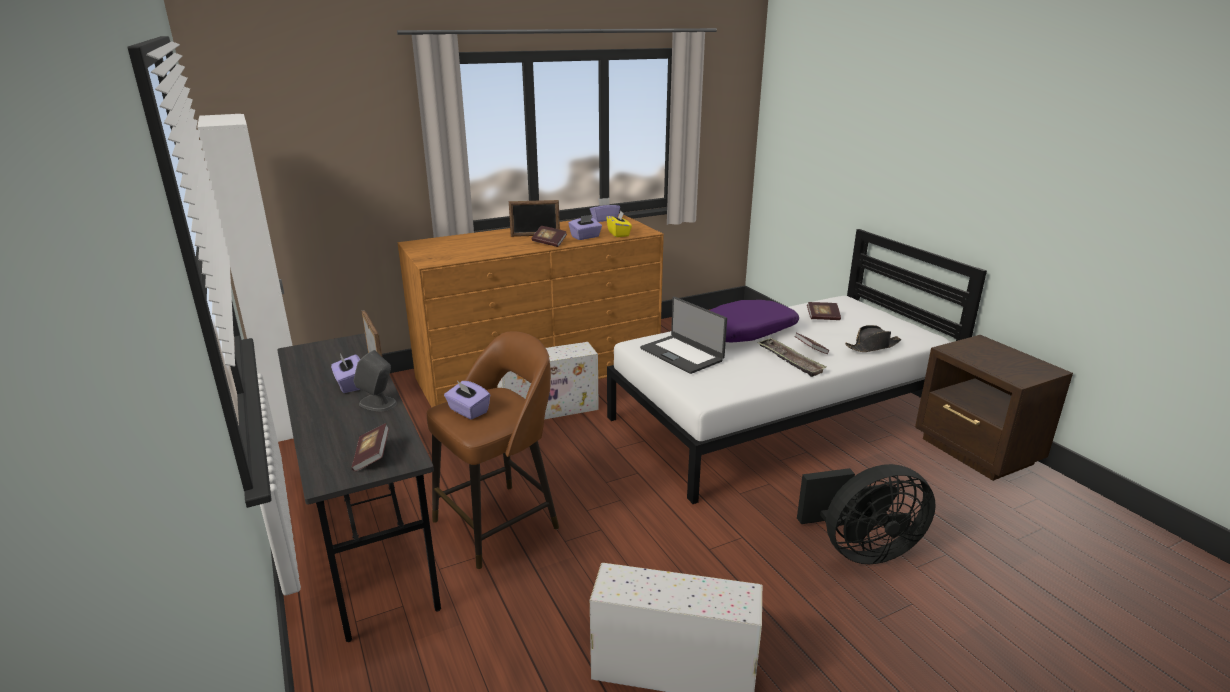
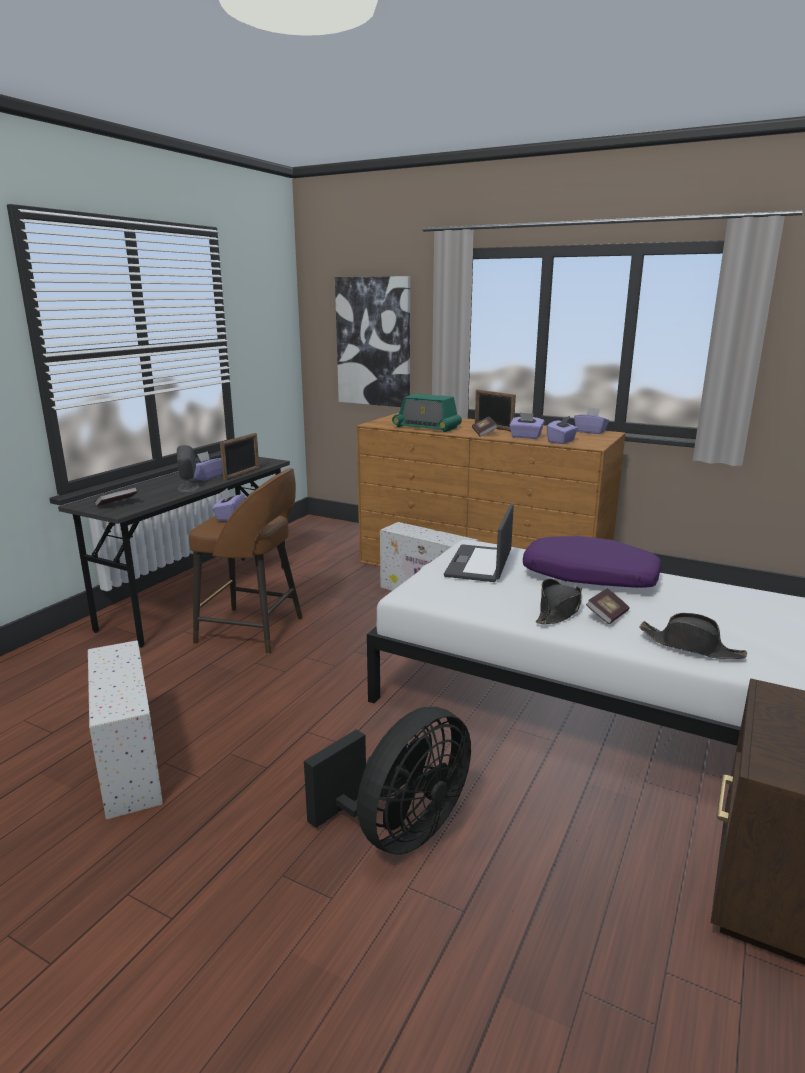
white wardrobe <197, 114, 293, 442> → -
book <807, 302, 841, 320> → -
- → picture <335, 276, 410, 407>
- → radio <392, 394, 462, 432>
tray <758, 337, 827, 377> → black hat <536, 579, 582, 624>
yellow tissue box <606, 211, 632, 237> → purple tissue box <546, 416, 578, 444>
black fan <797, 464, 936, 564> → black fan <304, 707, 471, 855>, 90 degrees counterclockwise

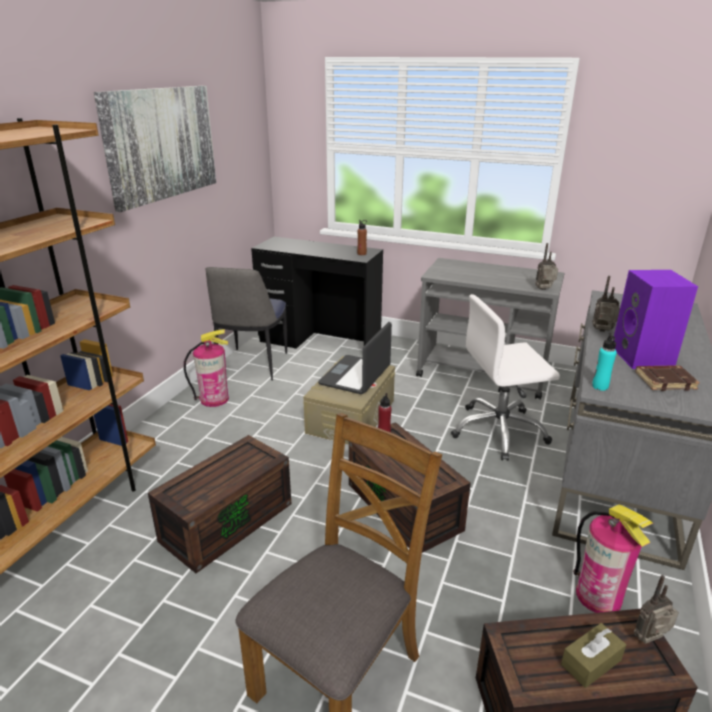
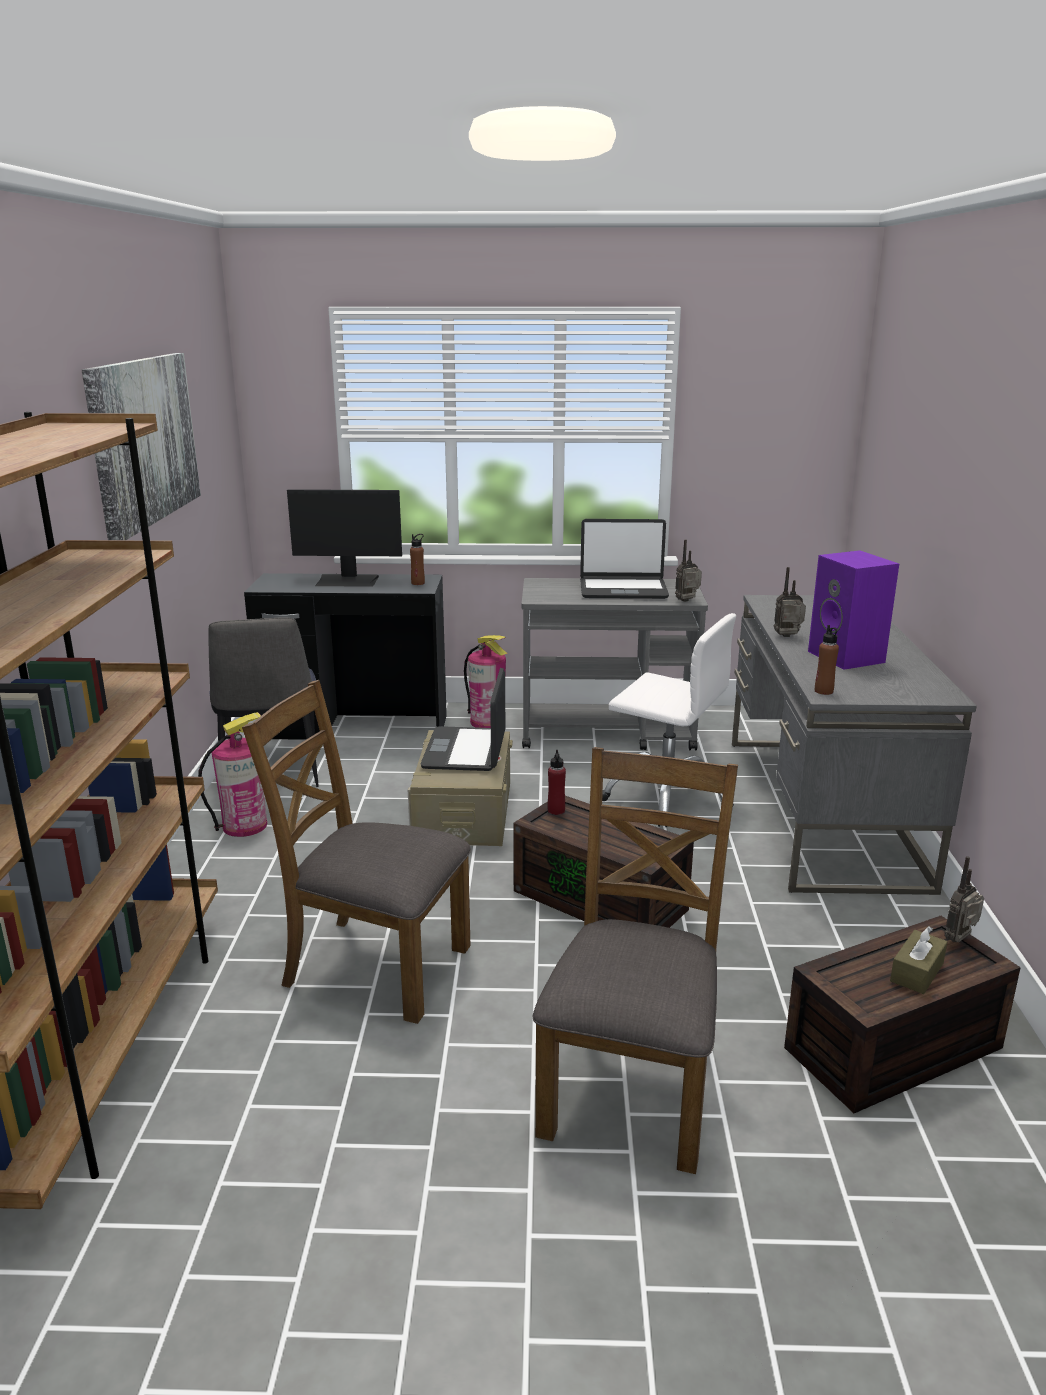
brown book <635, 366, 700, 391> → -
- → monitor <287, 489, 402, 587>
- → laptop <580, 519, 669, 599>
fire extinguisher <573, 504, 653, 613> → fire extinguisher <464, 635, 508, 728>, move
brown storage box <148, 435, 291, 573> → brown chair <242, 680, 471, 1024>
turquoise bottle <592, 333, 617, 391> → brown bottle <815, 625, 839, 695>
white office chair <451, 294, 560, 461> → white office chair <602, 613, 736, 827>, 120 degrees counterclockwise

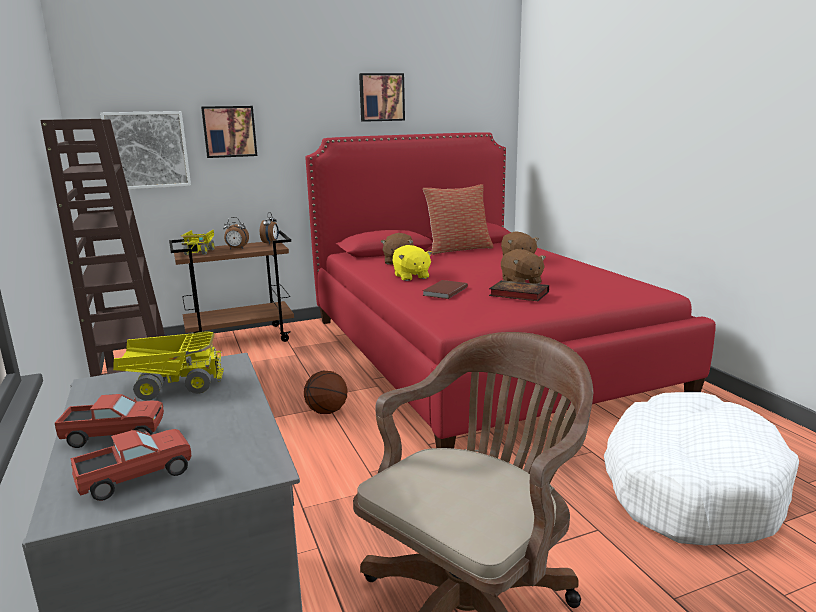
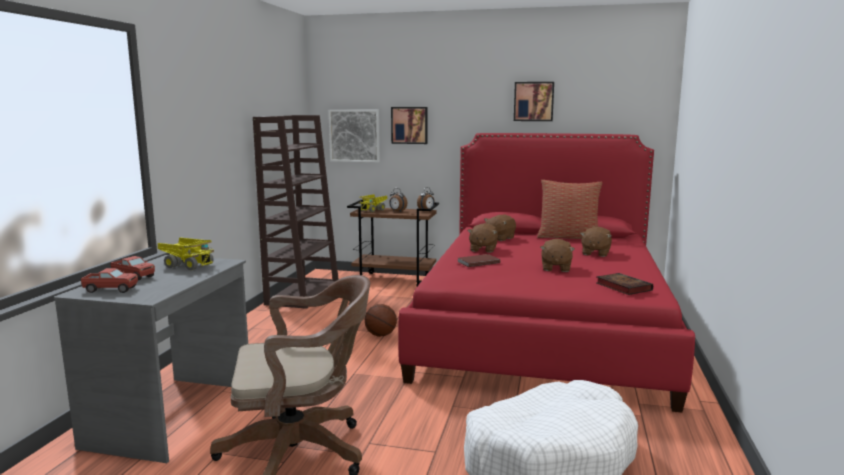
book <489, 280, 549, 301> → book <597, 273, 653, 295>, move
yellow plush toy <392, 245, 432, 281> → brown plush toy <467, 223, 498, 253>

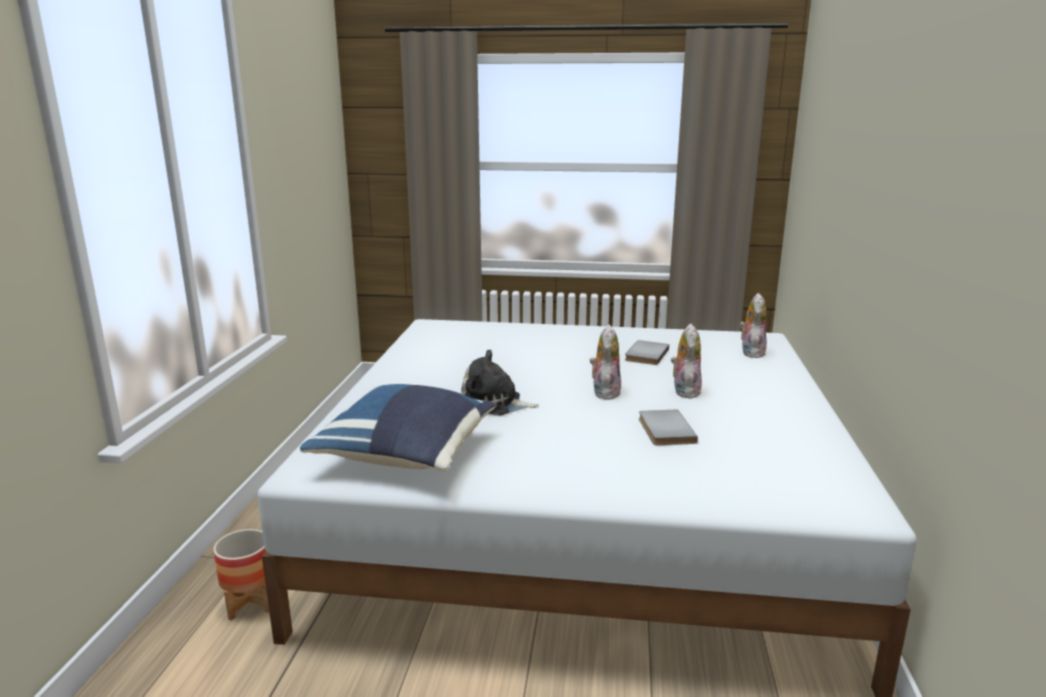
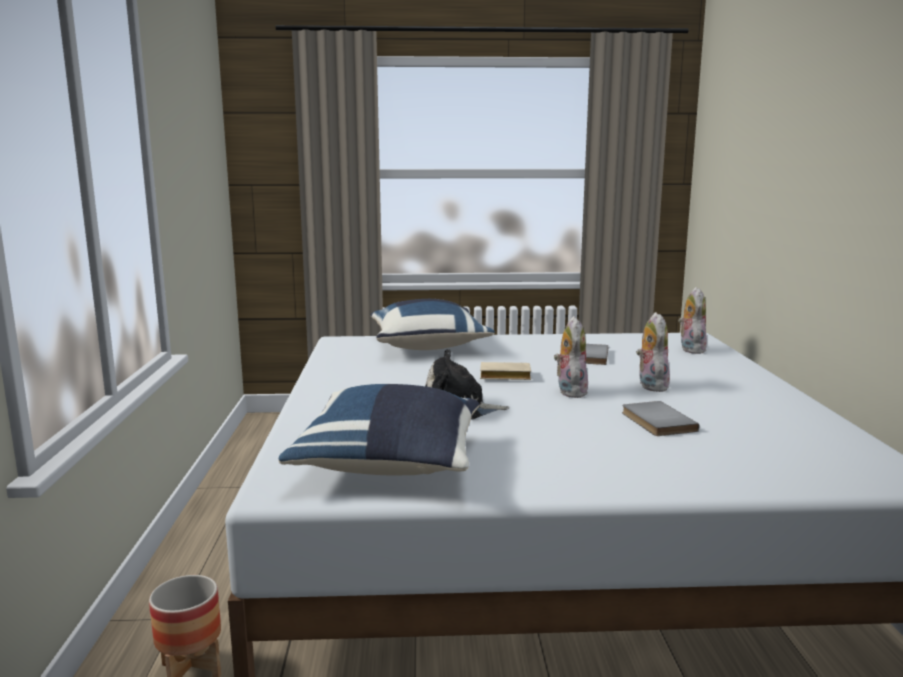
- → blue pillow <370, 299, 495, 350>
- → beige book <480, 362, 531, 380>

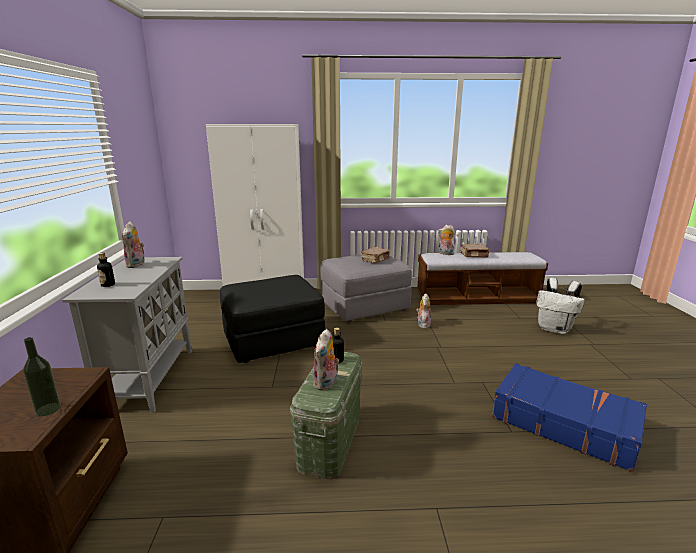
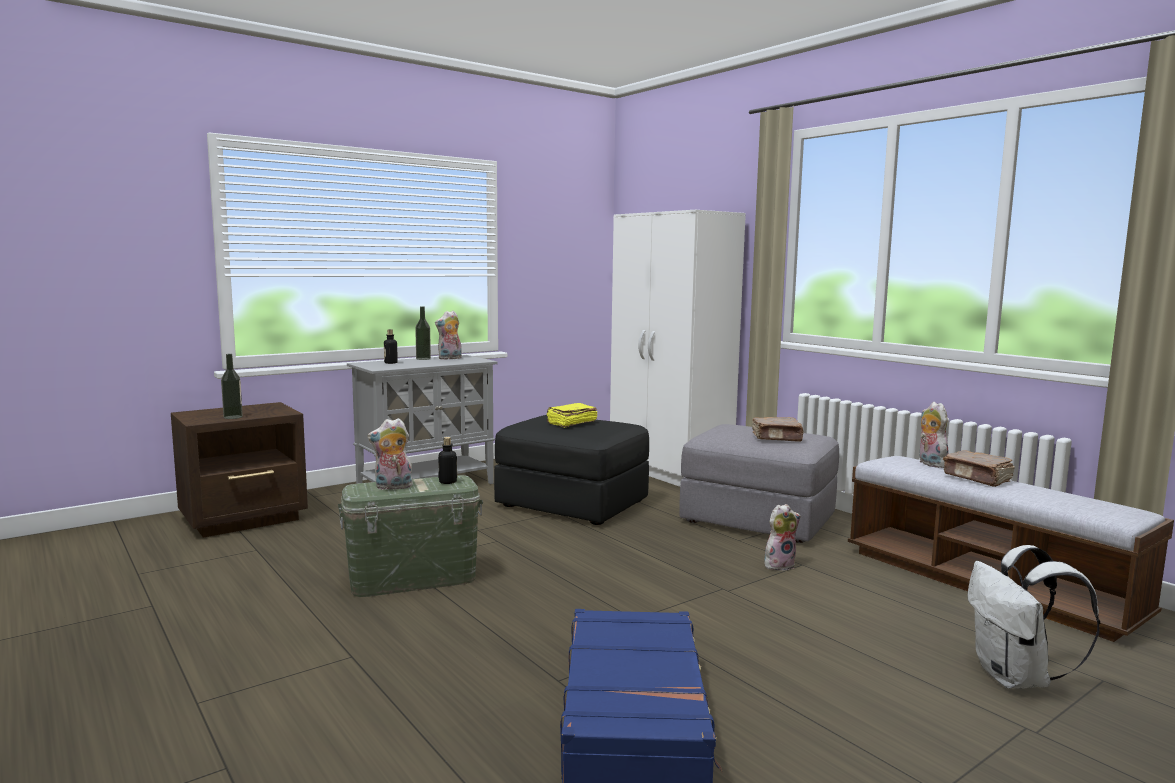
- → bottle <415, 306, 431, 360>
- → yellow book <547, 403, 598, 428>

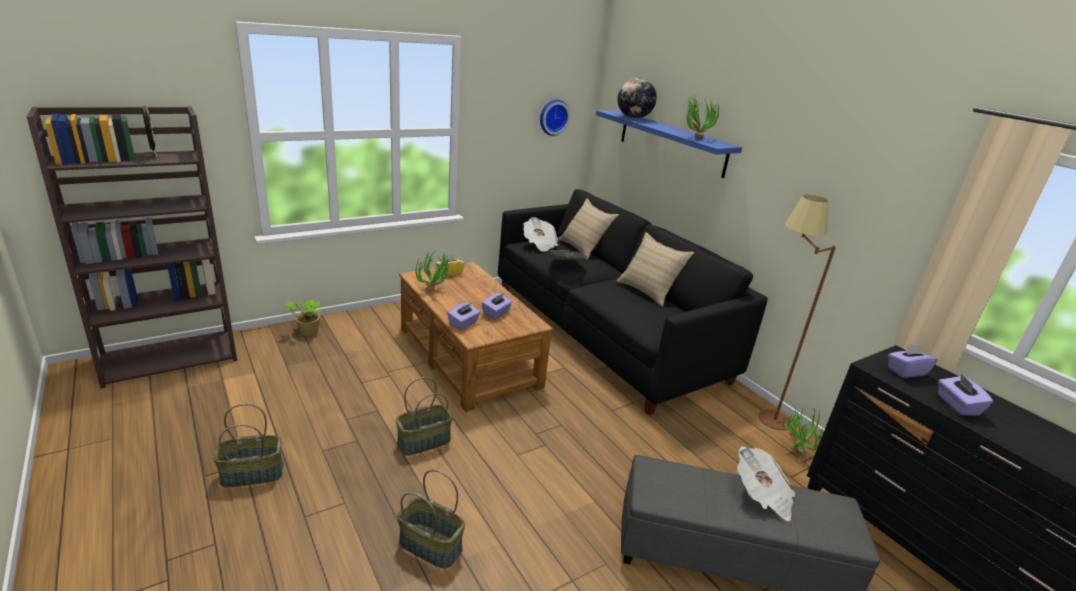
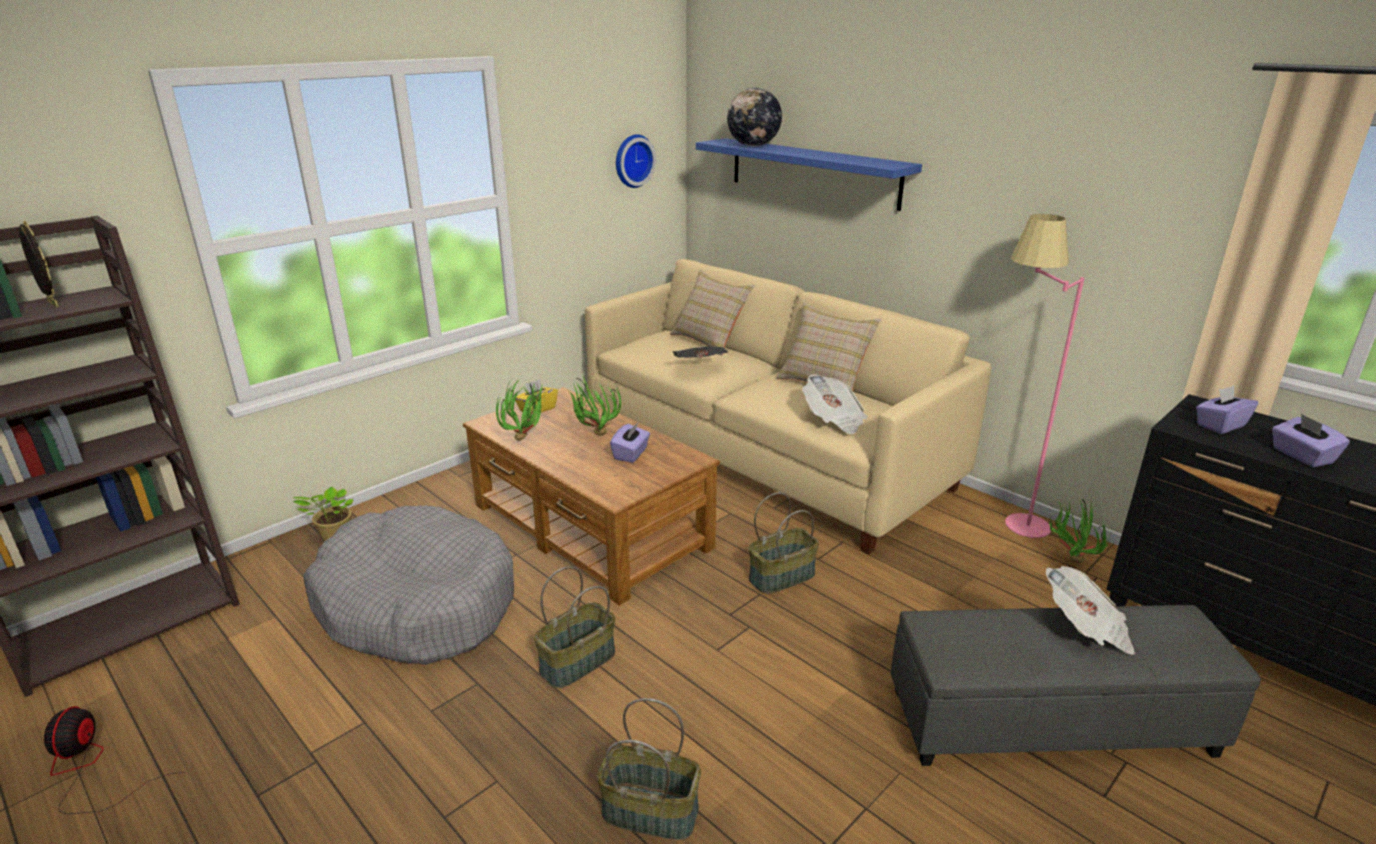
purple tissue box <447, 303, 480, 330> → -
- → fan <44, 706, 185, 814>
- → grey dog bed <304, 506, 514, 665>
basket <213, 404, 283, 487> → basket <749, 492, 819, 594>, move
newspaper <523, 217, 558, 252> → newspaper <802, 374, 868, 435>, move
potted plant <686, 94, 719, 138> → potted plant <567, 375, 621, 436>, move
black sofa <498, 189, 768, 415> → beige sofa <585, 259, 991, 554>
brown floor lamp <758, 195, 836, 430> → pink floor lamp <1005, 214, 1085, 538>

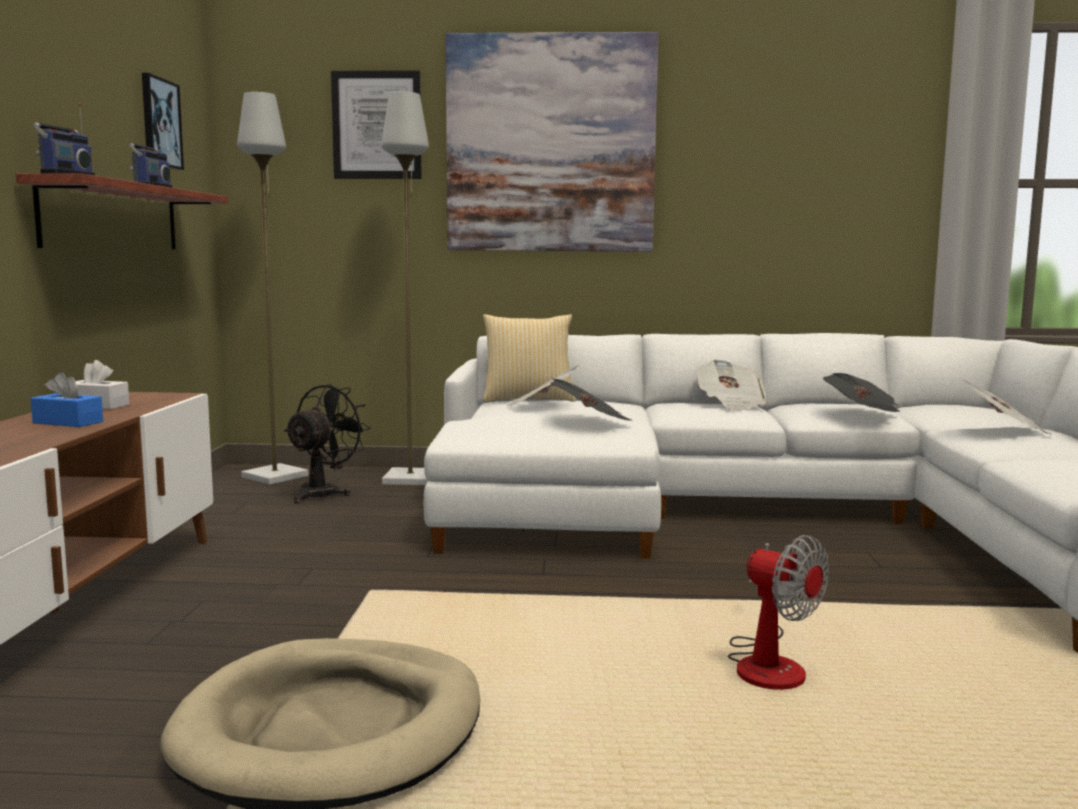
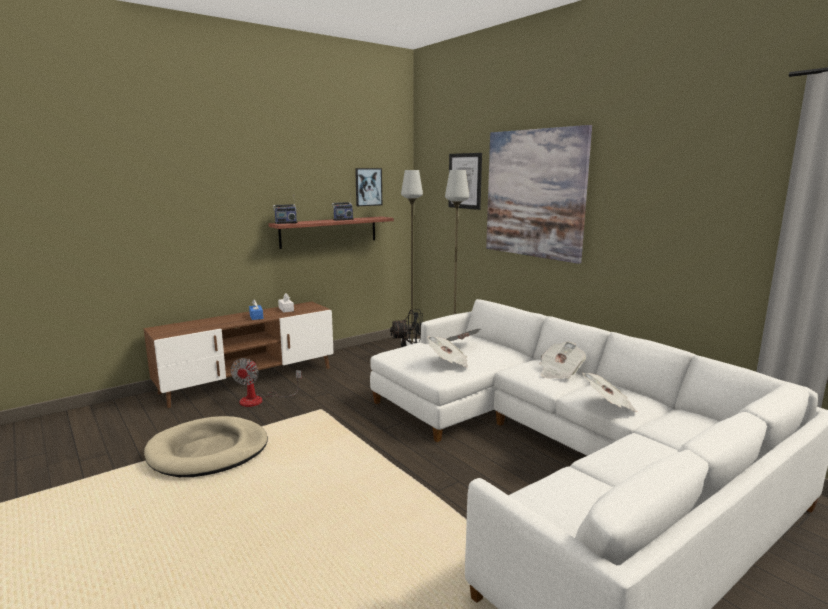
pillow <483, 314, 576, 402> → -
newspaper <961, 379, 1050, 434> → -
fan <728, 535, 829, 690> → fan <231, 358, 302, 407>, move

